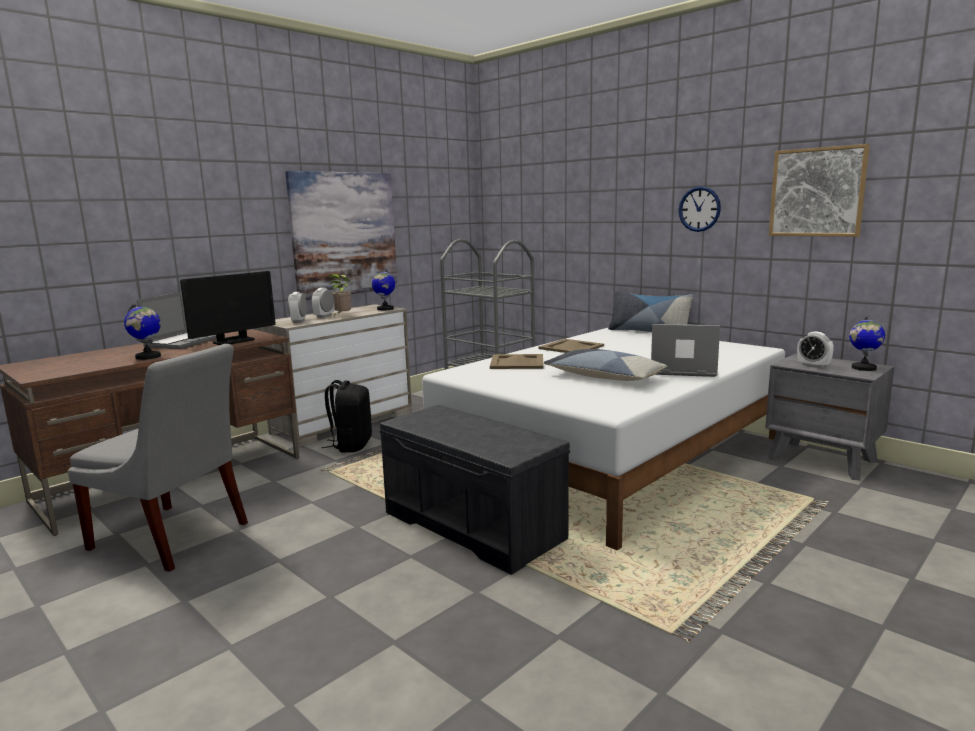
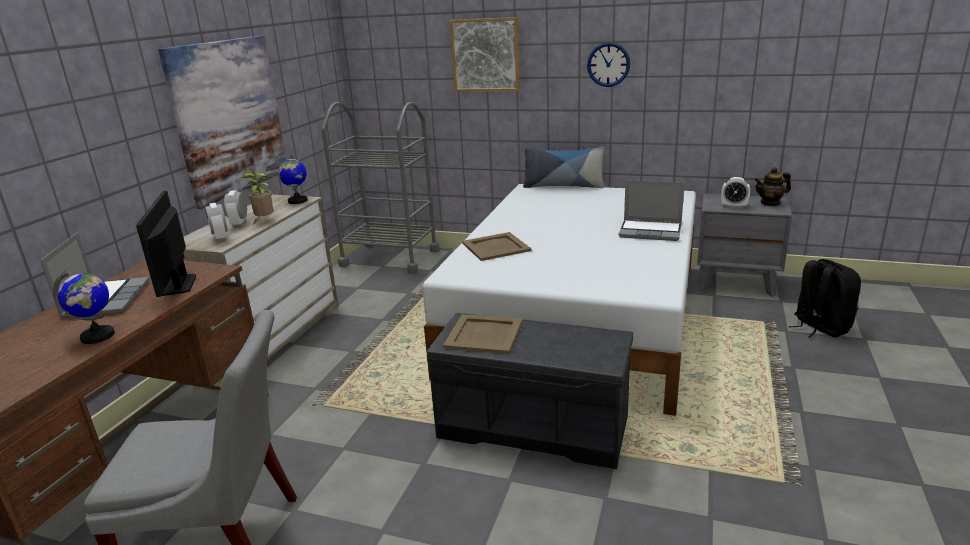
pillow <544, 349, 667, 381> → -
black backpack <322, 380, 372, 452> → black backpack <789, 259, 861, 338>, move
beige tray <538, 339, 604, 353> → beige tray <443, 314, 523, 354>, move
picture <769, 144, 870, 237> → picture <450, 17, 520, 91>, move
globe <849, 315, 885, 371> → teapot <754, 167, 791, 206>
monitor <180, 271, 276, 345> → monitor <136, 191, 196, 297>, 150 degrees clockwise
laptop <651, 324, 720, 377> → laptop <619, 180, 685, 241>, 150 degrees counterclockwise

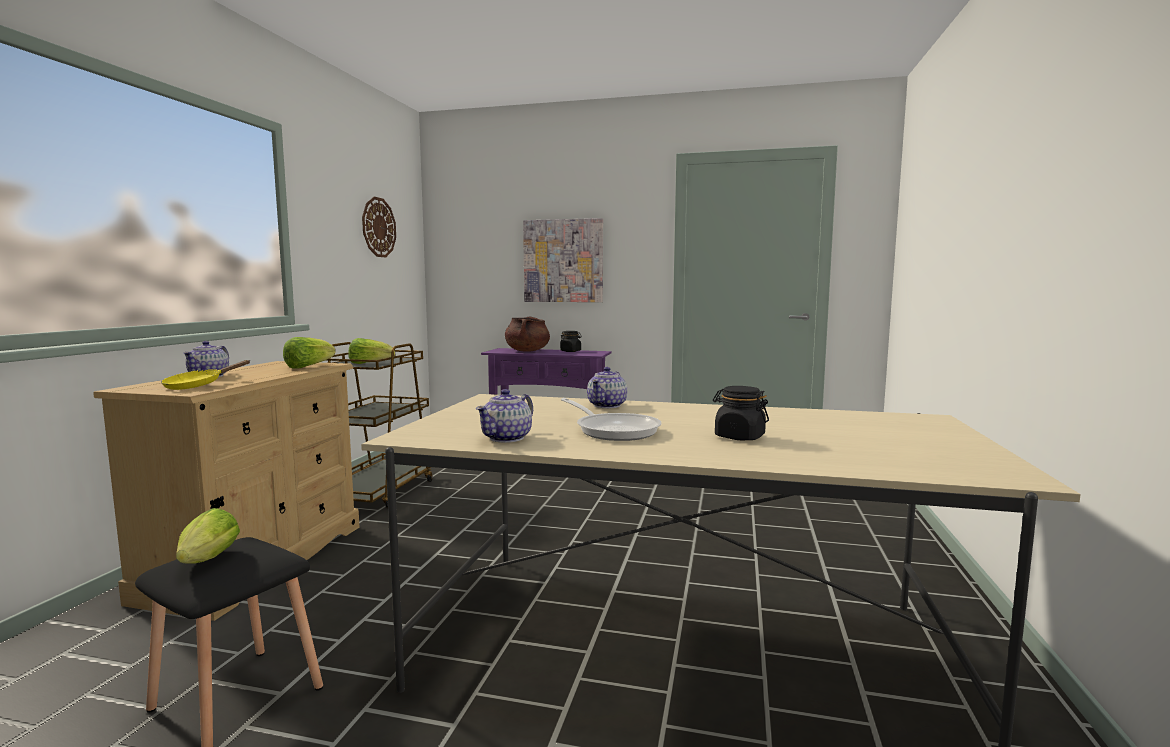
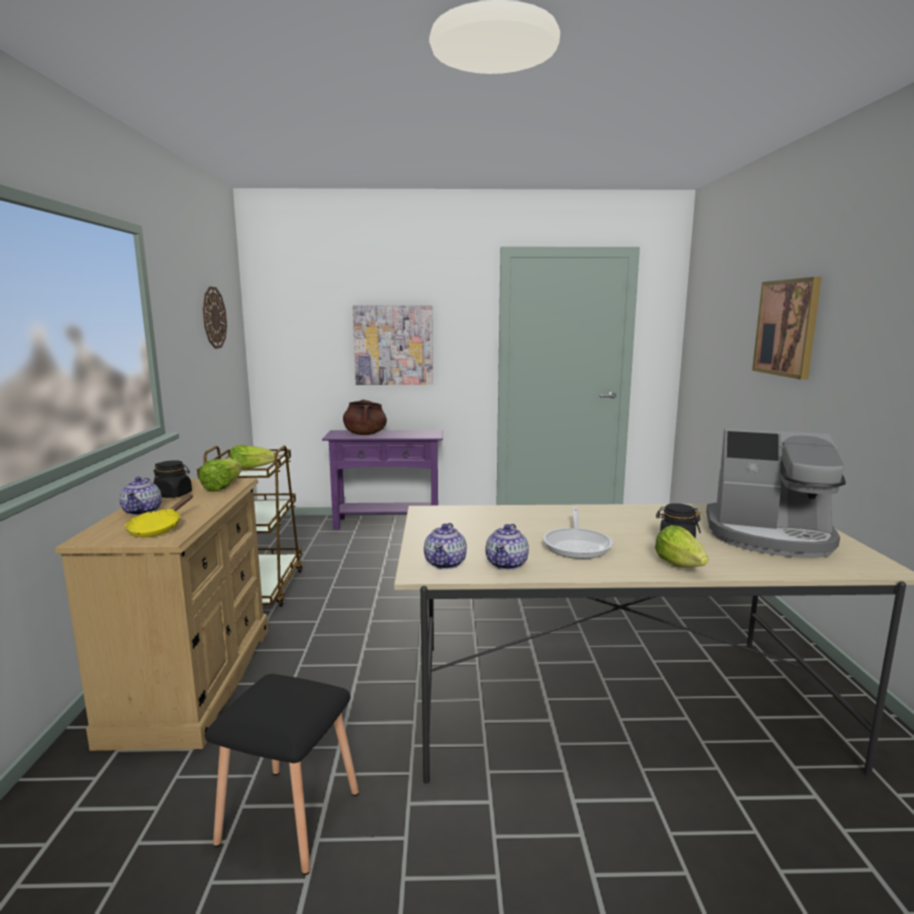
- → coffee machine <706, 428, 846, 558>
- → picture <752, 277, 822, 380>
lettuce <176, 508, 240, 563> → lettuce <655, 525, 708, 568>, move
black jar <560, 331, 582, 352> → black jar <153, 460, 192, 498>, move
teapot <587, 367, 627, 408> → teapot <424, 523, 467, 569>, move
frying pan <561, 398, 662, 441> → frying pan <543, 508, 613, 559>, 60 degrees clockwise

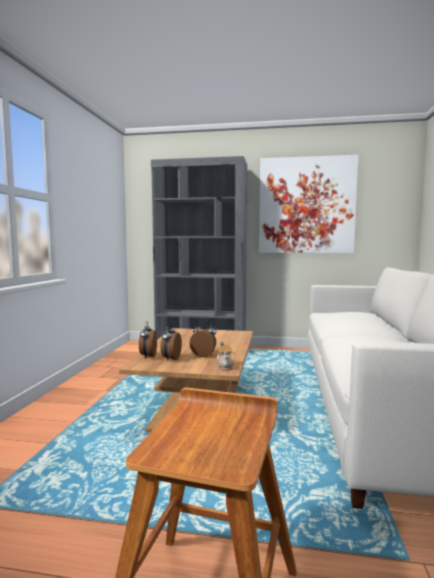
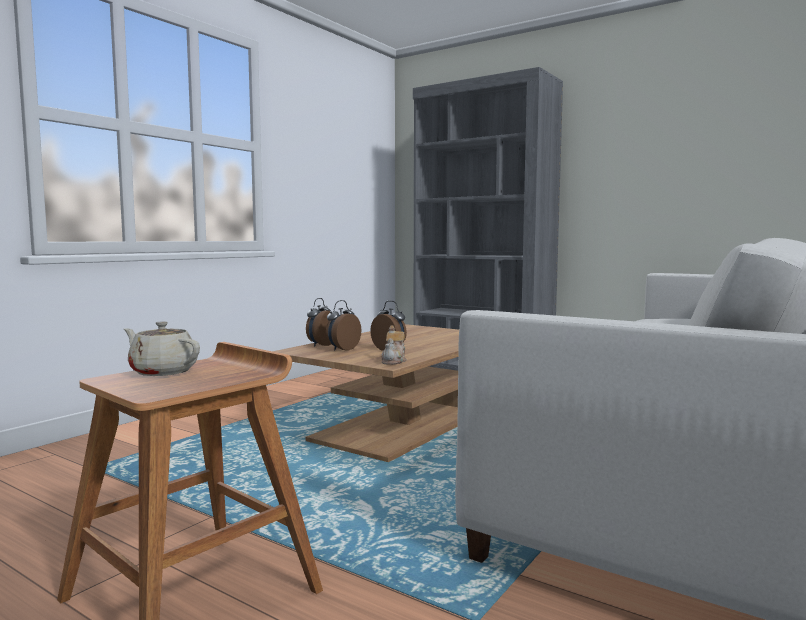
picture <259, 155, 359, 253> → -
- → beige teapot <124, 321, 200, 376>

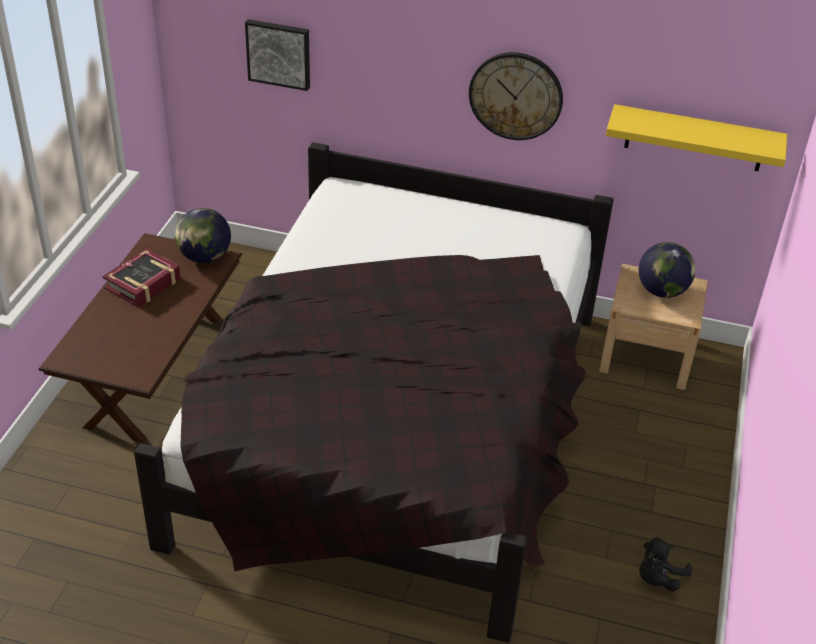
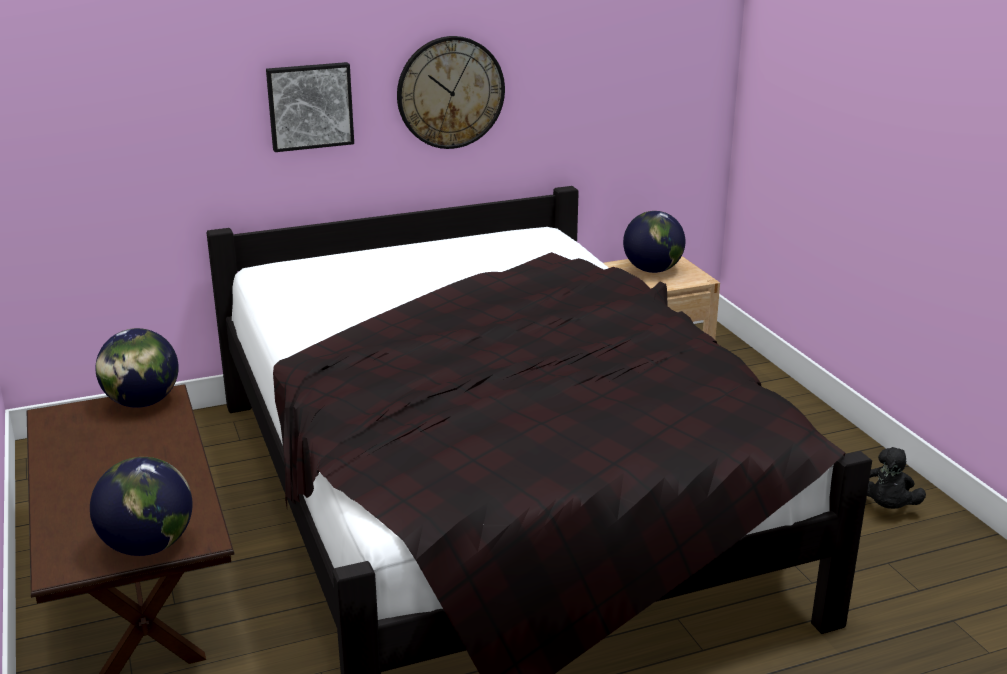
book <102, 248, 181, 307> → -
yellow shelf <606, 104, 787, 171> → -
- → globe <90, 457, 193, 556>
picture <245, 19, 310, 91> → picture <266, 62, 354, 152>, move

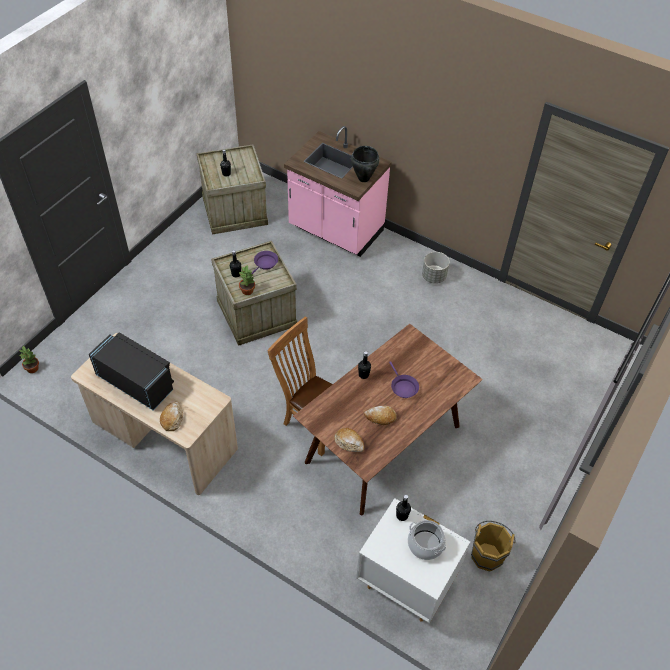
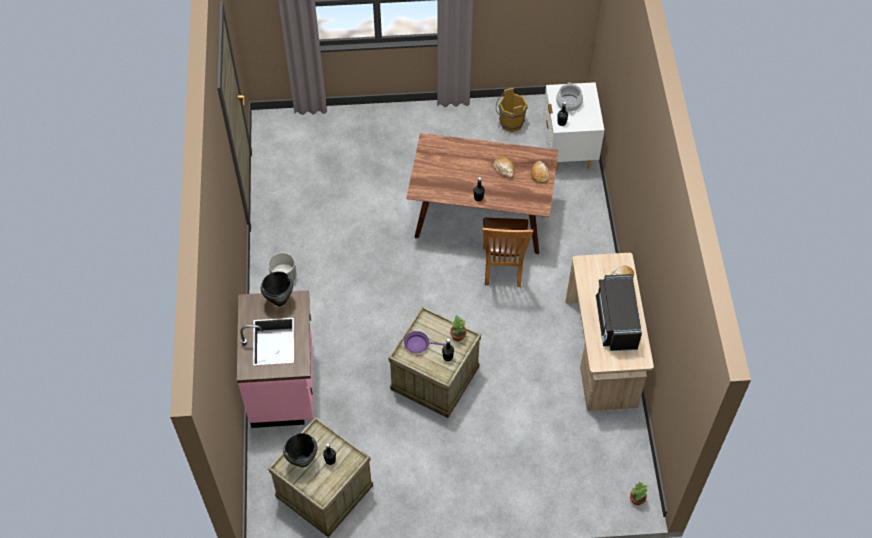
purple frying pan <389, 361, 419, 398> → -
- → black cooking pot <283, 433, 317, 468>

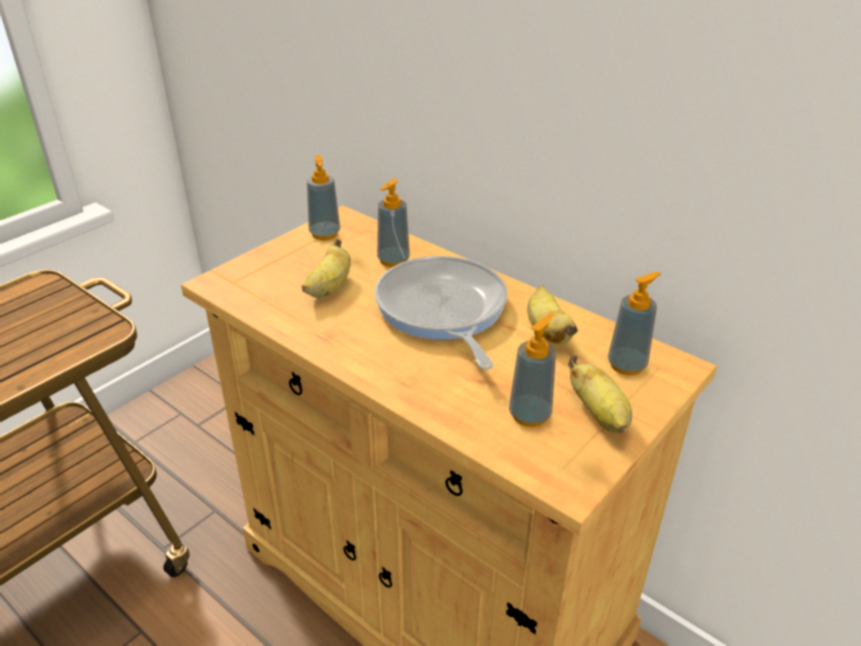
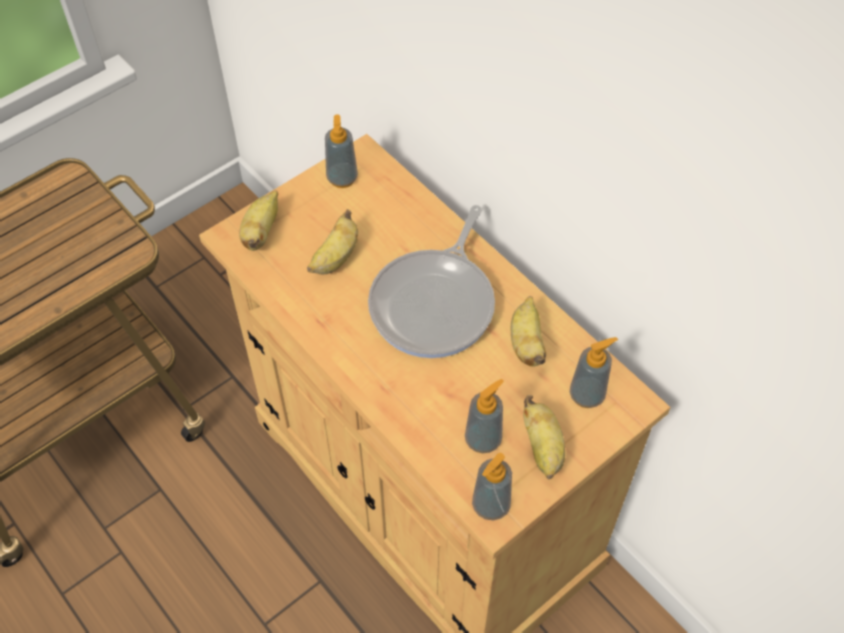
- → banana <239, 190, 278, 251>
soap dispenser <377, 178, 410, 267> → soap dispenser <472, 453, 512, 520>, move
frying pan <375, 256, 508, 370> → frying pan <368, 205, 495, 358>, 150 degrees counterclockwise

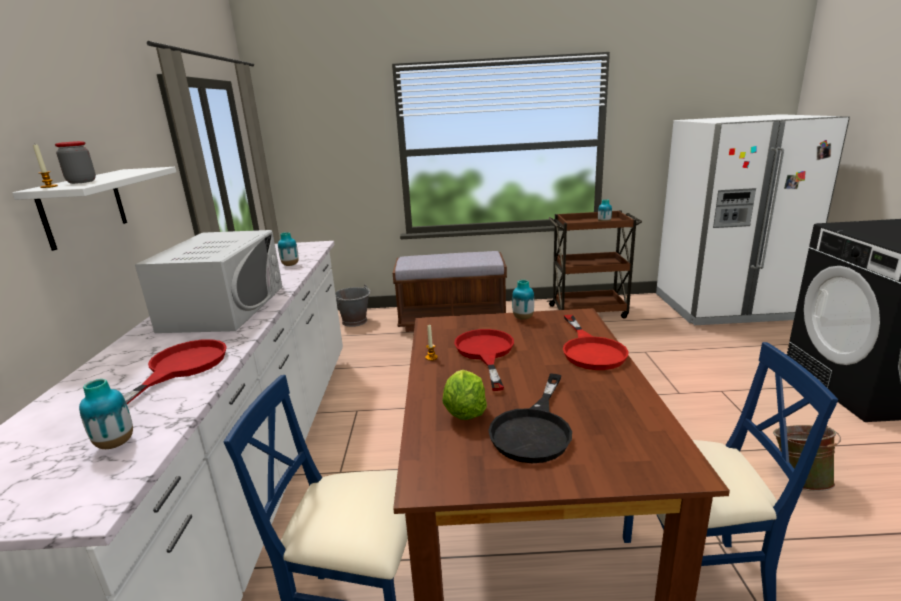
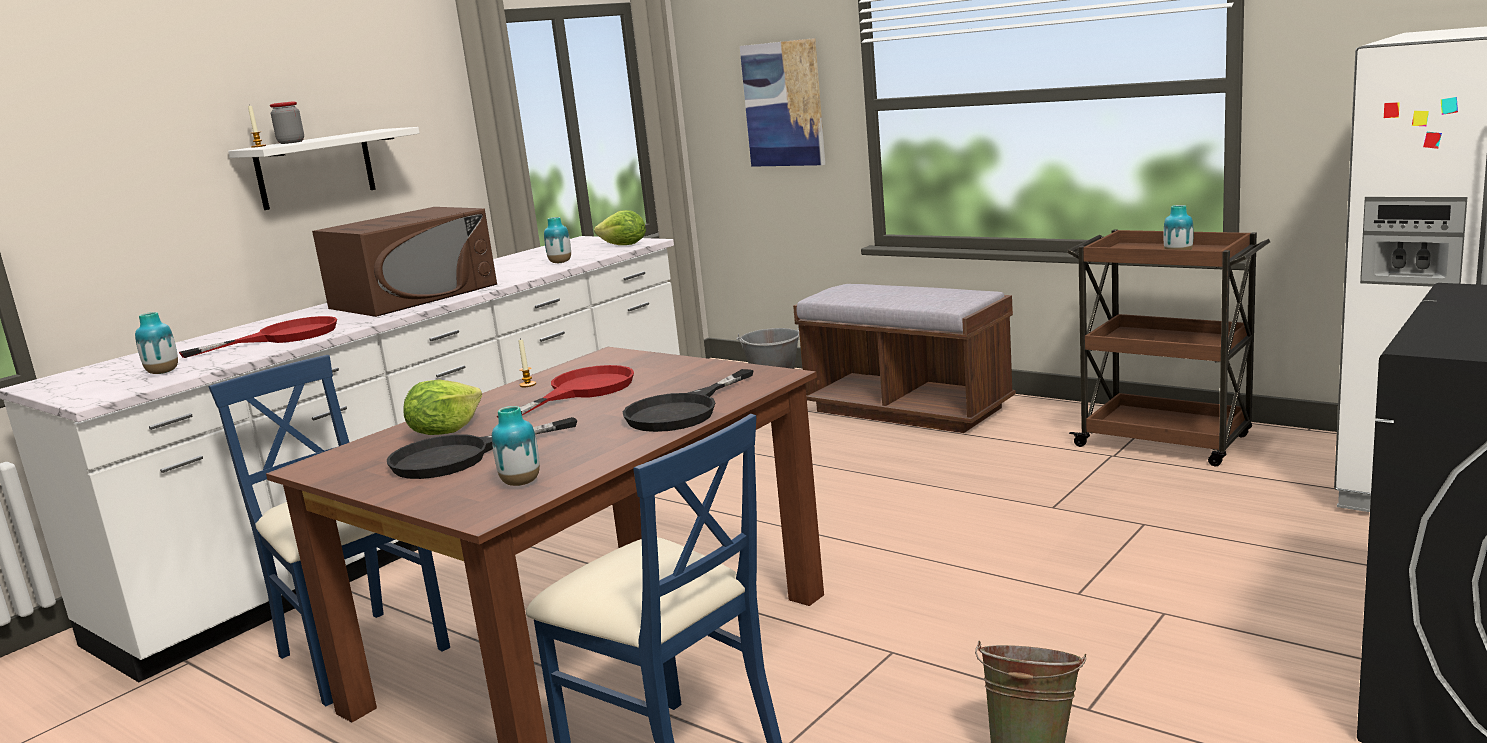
- → lettuce <594, 210, 646, 245>
- → picture <740, 38, 825, 167>
vase <512, 280, 534, 320> → vase <492, 406, 540, 486>, move
white microwave <135, 230, 282, 333> → brown microwave <312, 207, 497, 317>
red frying pan <563, 315, 629, 370> → black frying pan <623, 369, 754, 432>

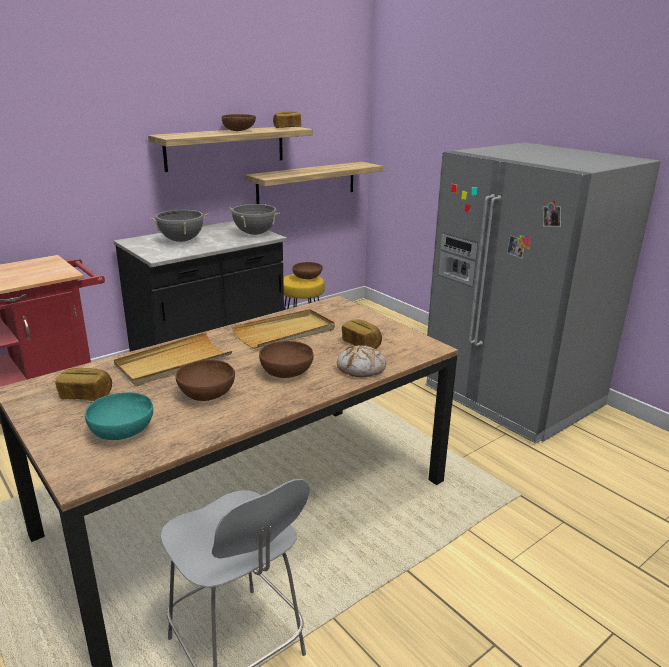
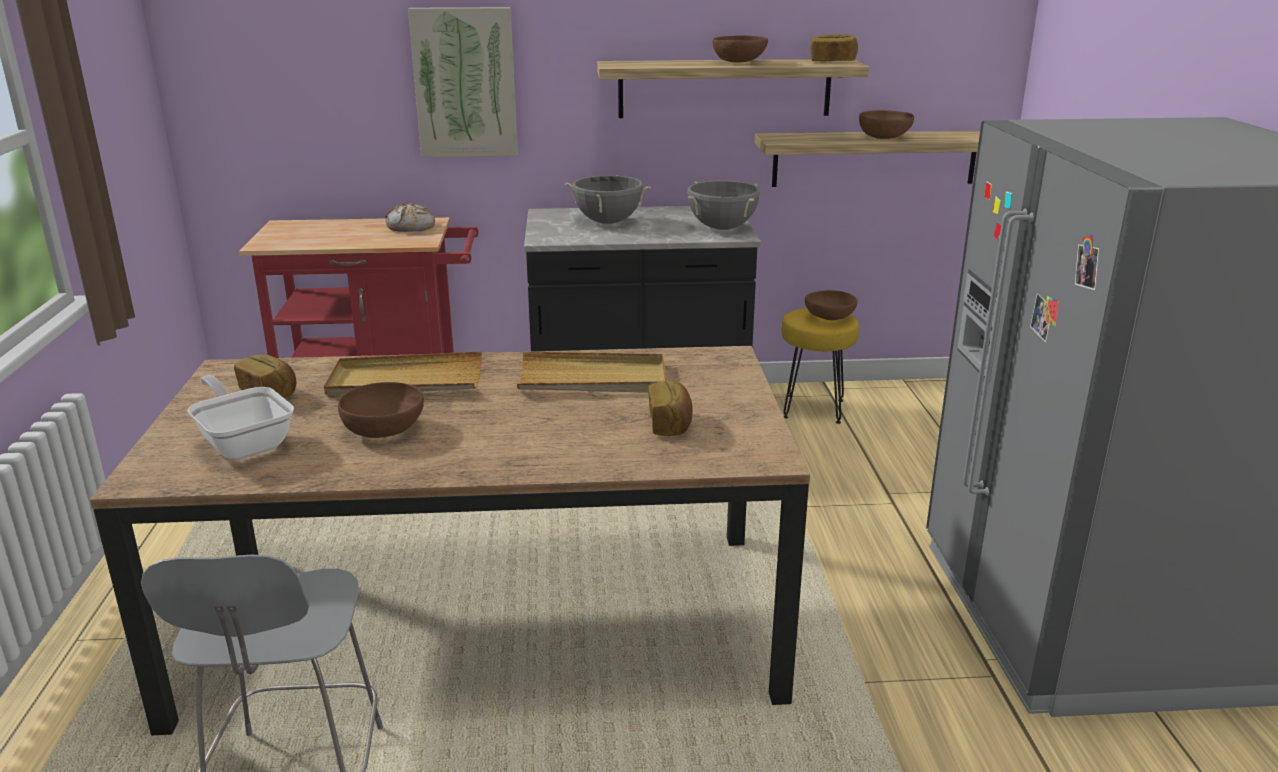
- → picture <408, 7, 518, 157>
brown bowl <259, 341, 314, 378> → brown bowl <859, 110, 914, 139>, move
bread <337, 345, 386, 377> → bread <385, 203, 435, 232>, move
turquoise bowl <85, 392, 153, 440> → frying pan <187, 375, 294, 460>

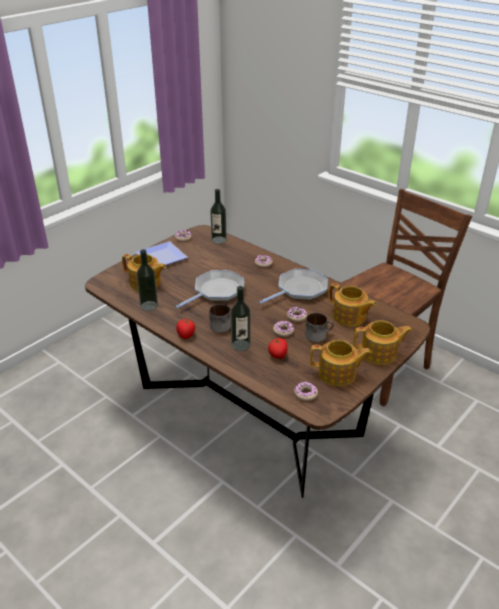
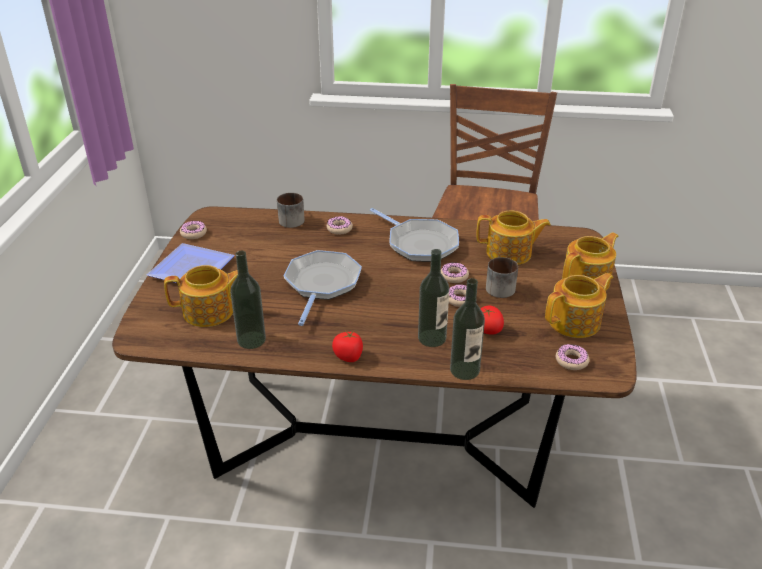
mug <209, 304, 232, 333> → mug <277, 193, 305, 228>, move
bottle <210, 189, 227, 244> → bottle <450, 278, 485, 380>, move
frying pan <259, 269, 328, 304> → frying pan <370, 208, 459, 262>, 120 degrees clockwise

